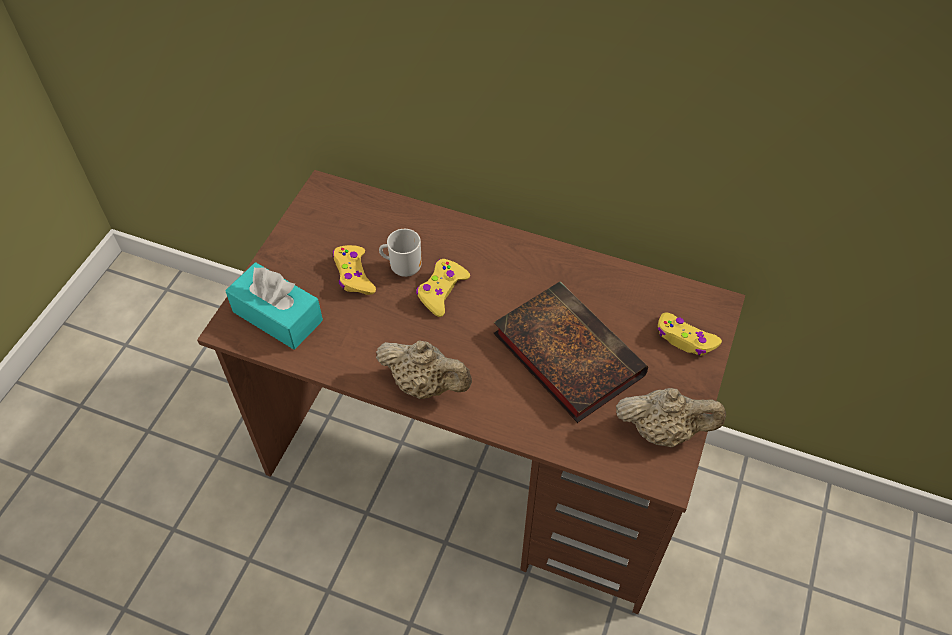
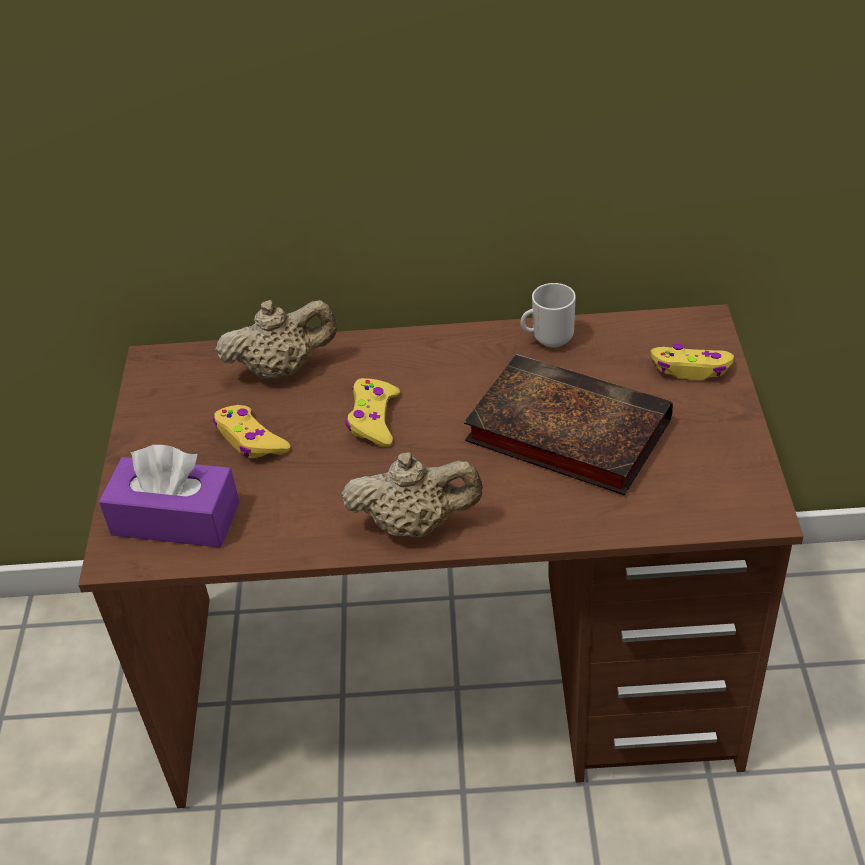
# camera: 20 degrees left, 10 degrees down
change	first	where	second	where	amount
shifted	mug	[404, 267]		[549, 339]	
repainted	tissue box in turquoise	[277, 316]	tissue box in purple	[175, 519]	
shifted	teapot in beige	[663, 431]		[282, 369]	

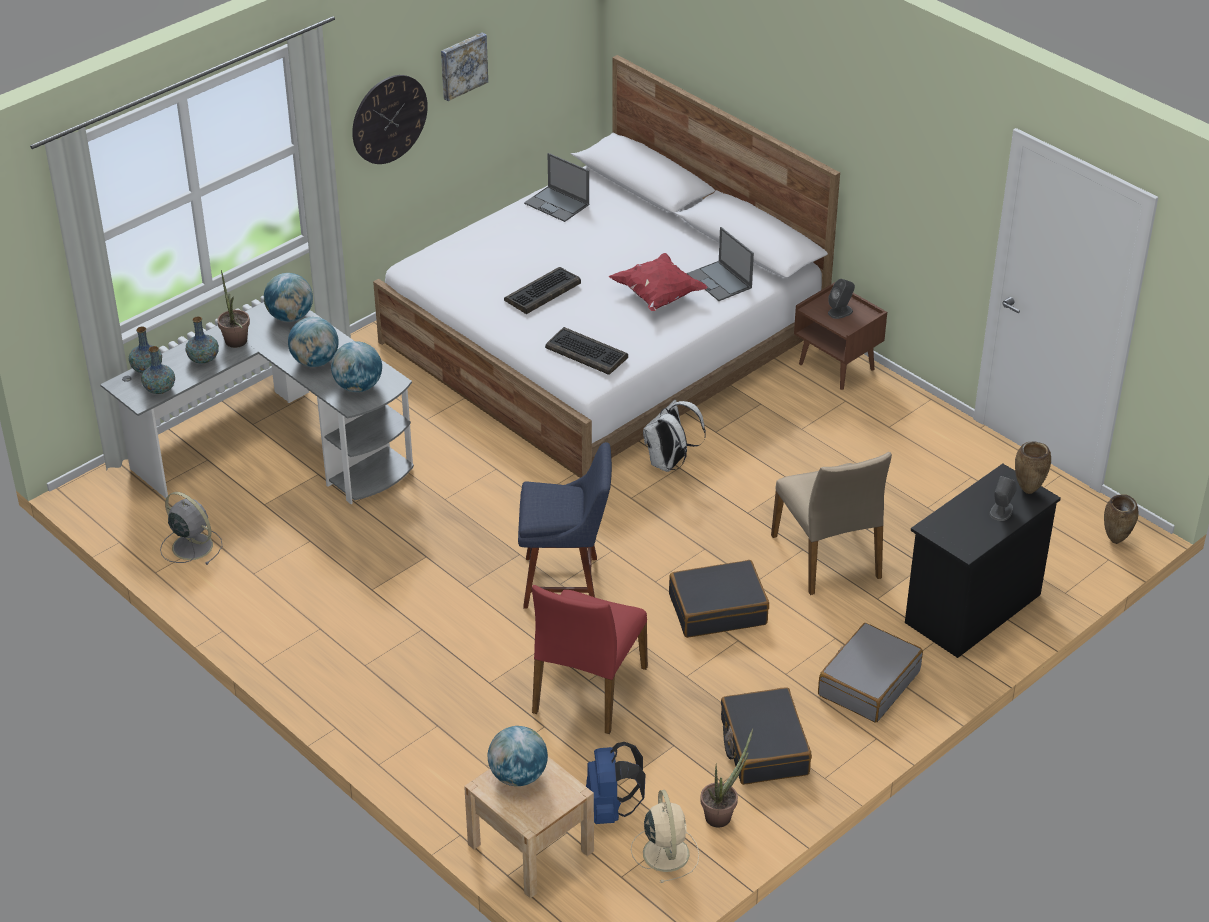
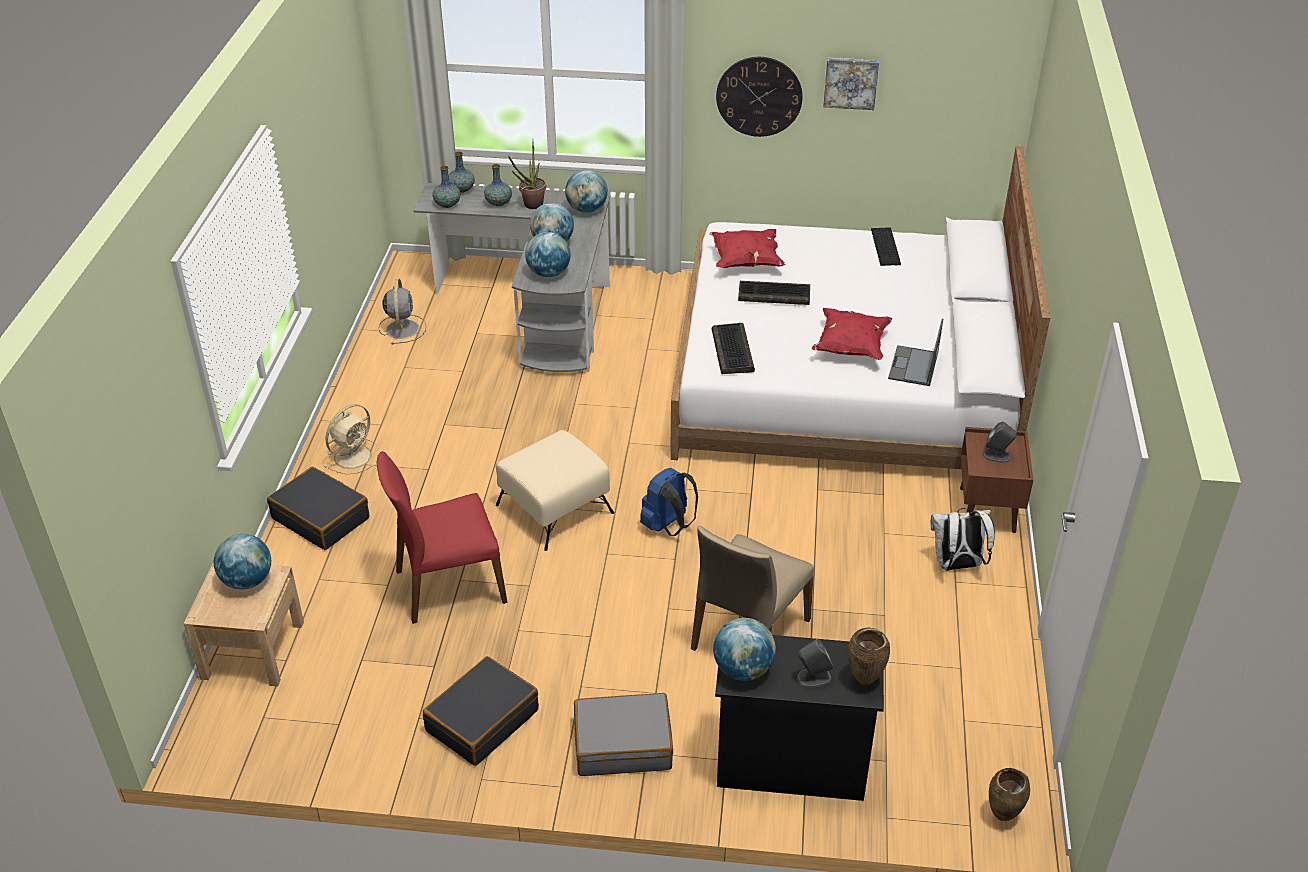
# camera: 50 degrees right, 0 degrees up
change	first	where	second	where	amount
swapped	laptop	[557, 204]	keyboard	[887, 247]	
shifted	backpack in white	[669, 463]		[956, 565]	
swapped	chair in blue	[566, 582]	ottoman in beige	[553, 509]	
shifted	suitcase in black	[717, 609]		[321, 518]	
gone	potted plant	[722, 814]			
shifted	backpack in blue	[611, 810]		[668, 526]	
shifted	fan in beige	[665, 852]		[354, 456]	
new			pillow in red	[746, 261]	
new			globe	[743, 669]	

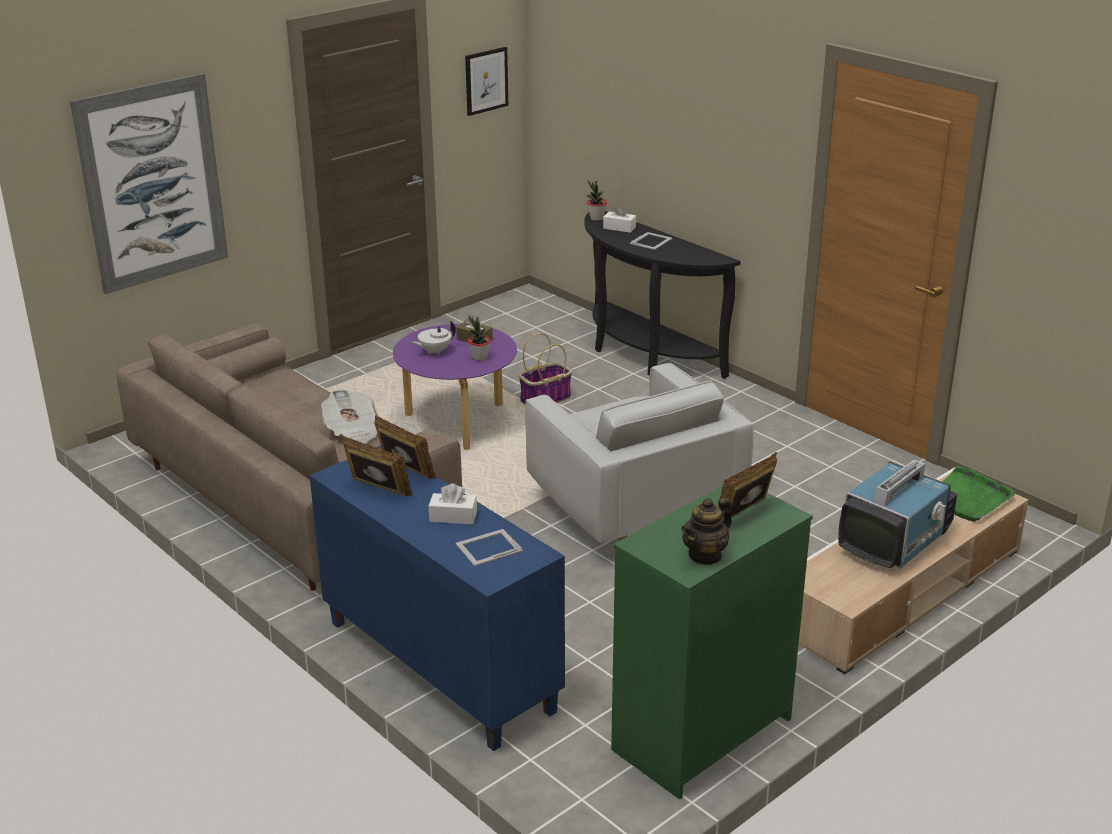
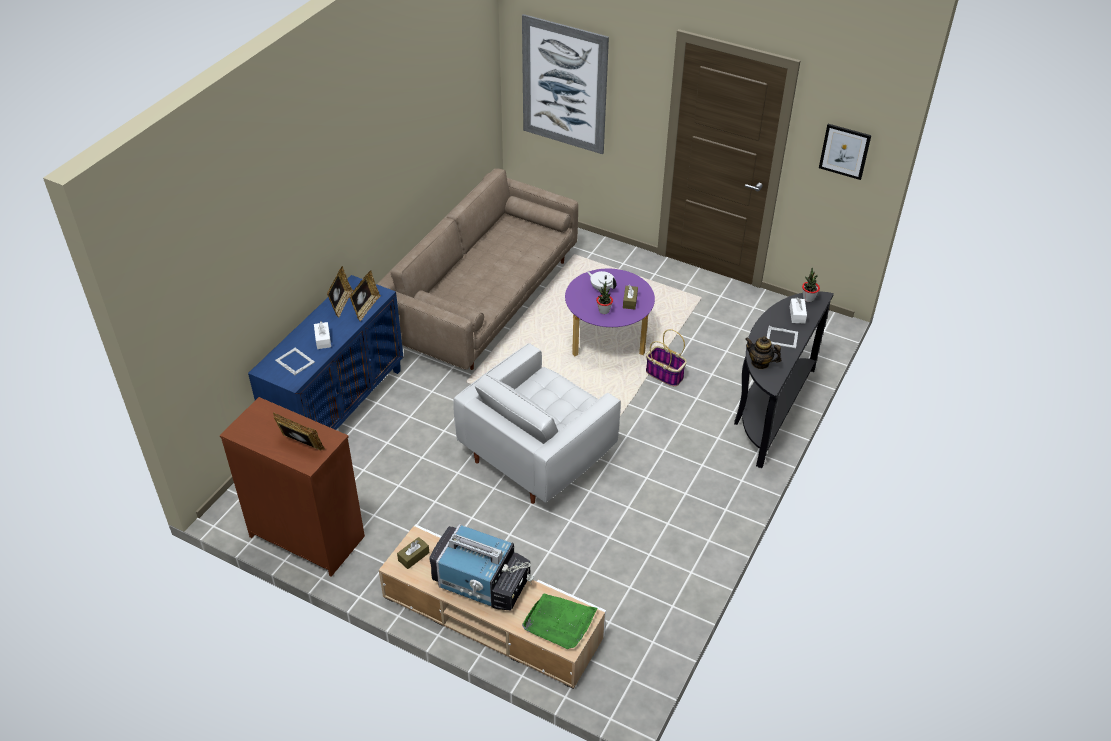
# camera: 70 degrees right, 15 degrees up
change	first	where	second	where	amount
gone	newspaper	[353, 432]			
repainted	dresser in green	[701, 733]	dresser in brown	[307, 536]	
shifted	teapot	[705, 555]		[760, 363]	
new			tissue box in brown	[413, 556]	

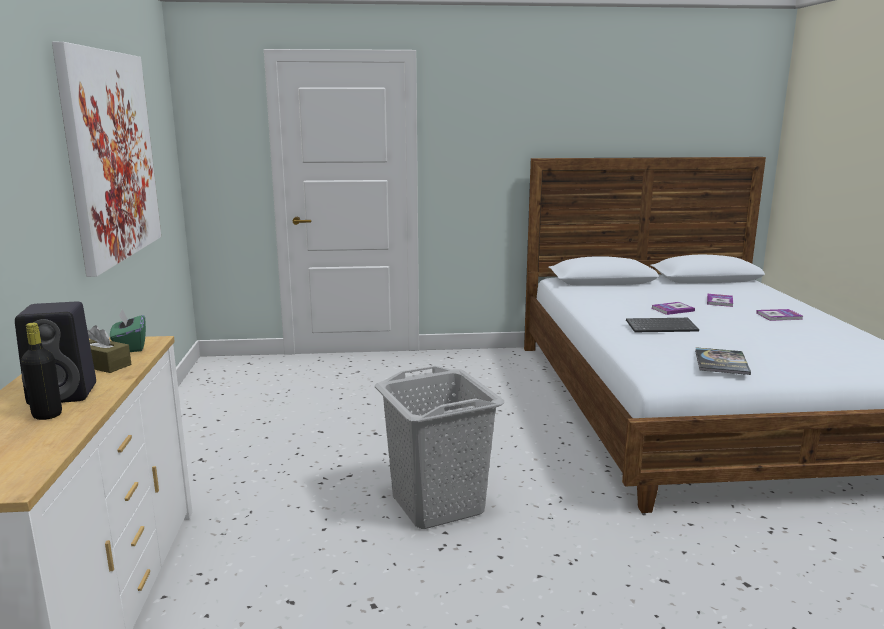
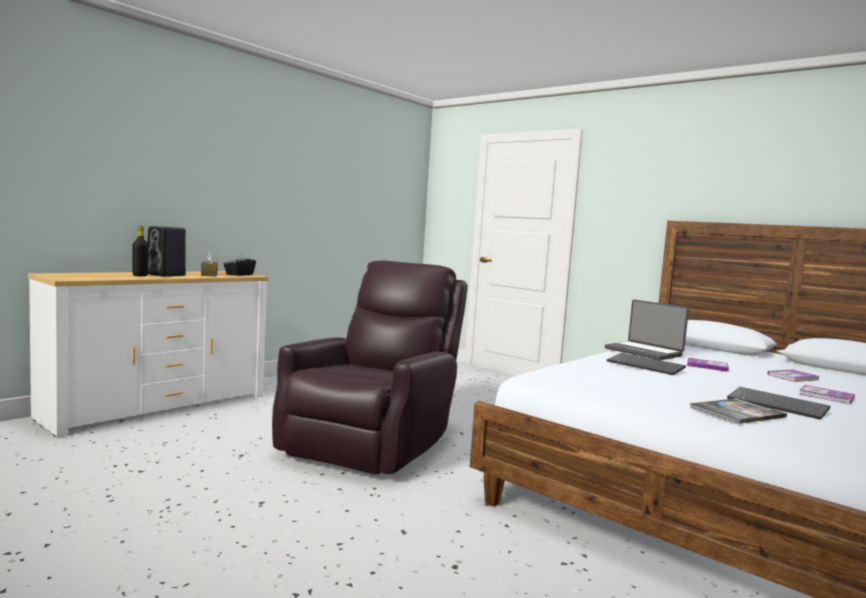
# camera: 45 degrees right, 10 degrees down
change	first	where	second	where	amount
gone	picture	[111, 156]			
repainted	tissue box in green	[130, 347]	tissue box in black	[239, 274]	
shifted	book	[721, 362]		[737, 412]	
swapped	laundry basket in grey	[438, 504]	armchair in brown	[373, 441]	
new			laptop	[644, 352]	
new			keyboard	[778, 405]	

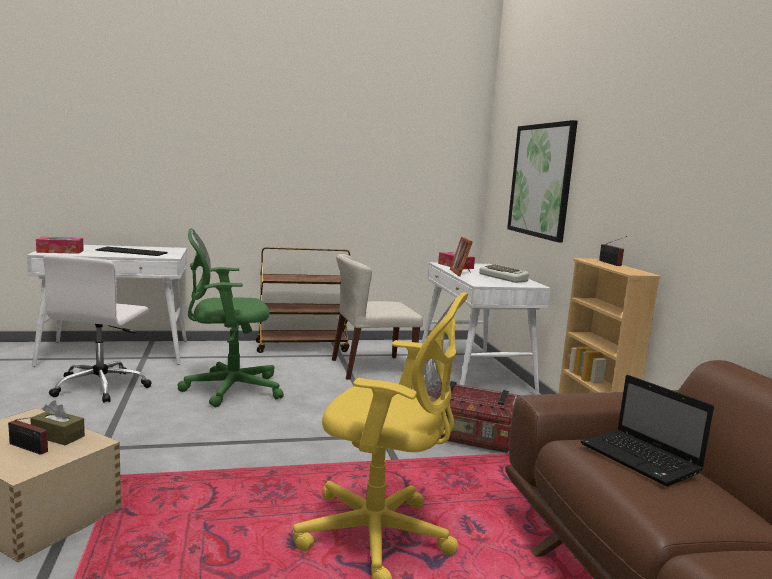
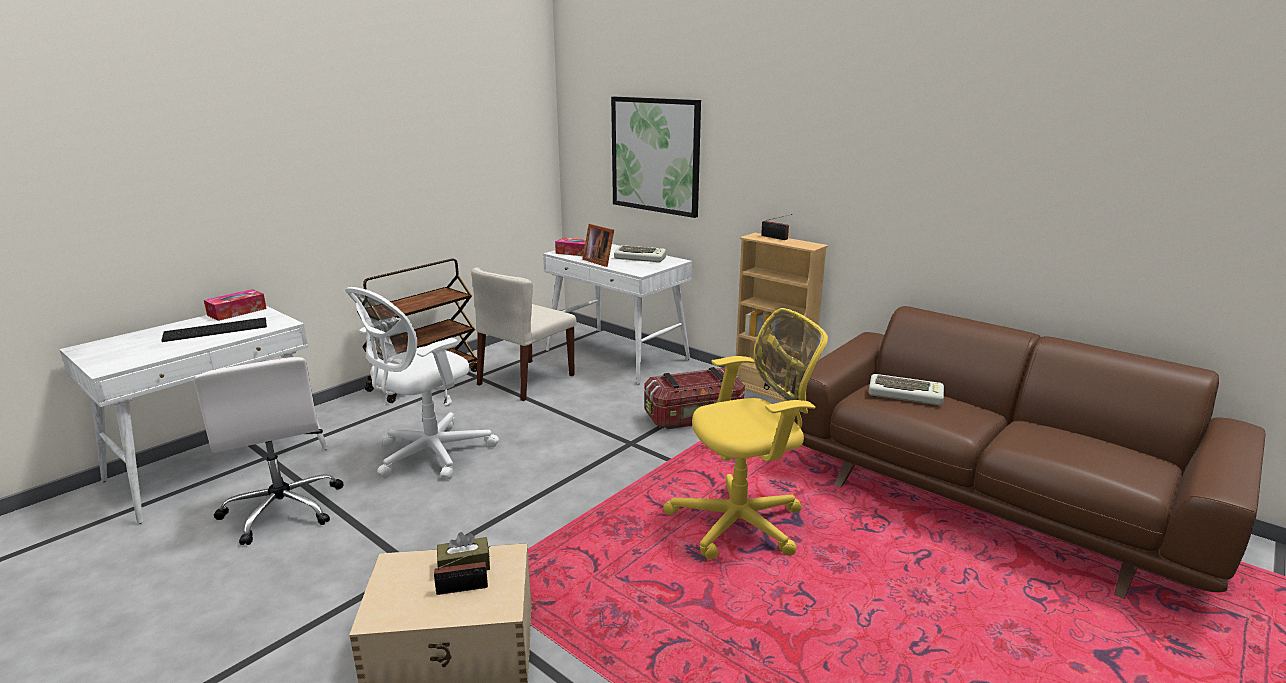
# camera: 35 degrees left, 10 degrees up
change	first	where	second	where	amount
repainted	office chair in green	[228, 389]	office chair in white	[428, 455]	
shifted	tissue box	[60, 251]		[237, 312]	
swapped	laptop	[642, 459]	keyboard	[906, 395]	

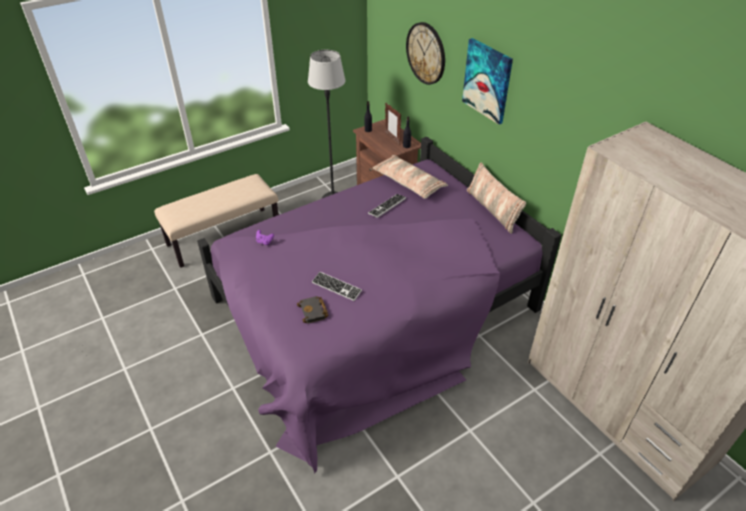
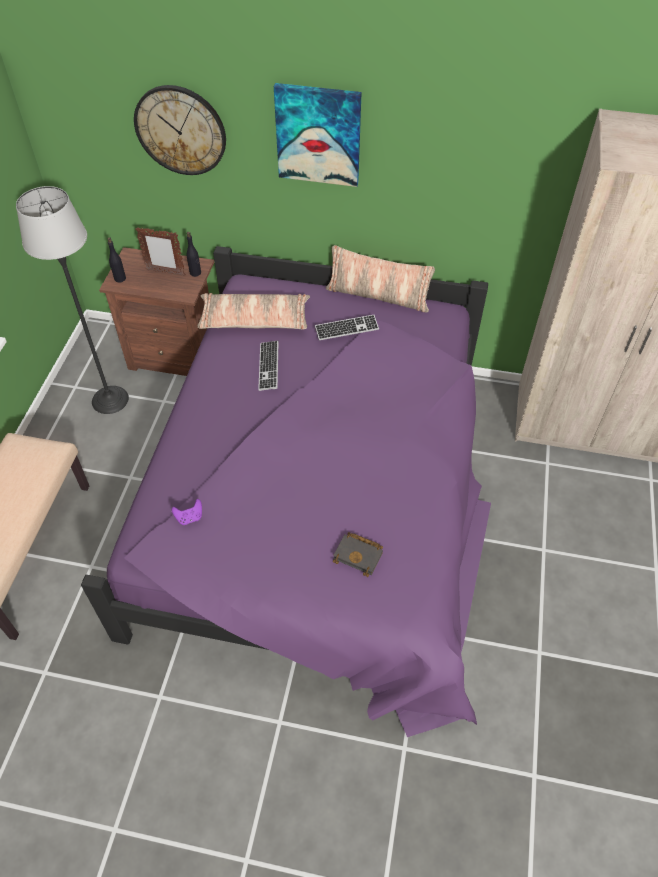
# camera: 45 degrees left, 10 degrees up
change	first	where	second	where	amount
shifted	keyboard	[336, 287]		[346, 329]	

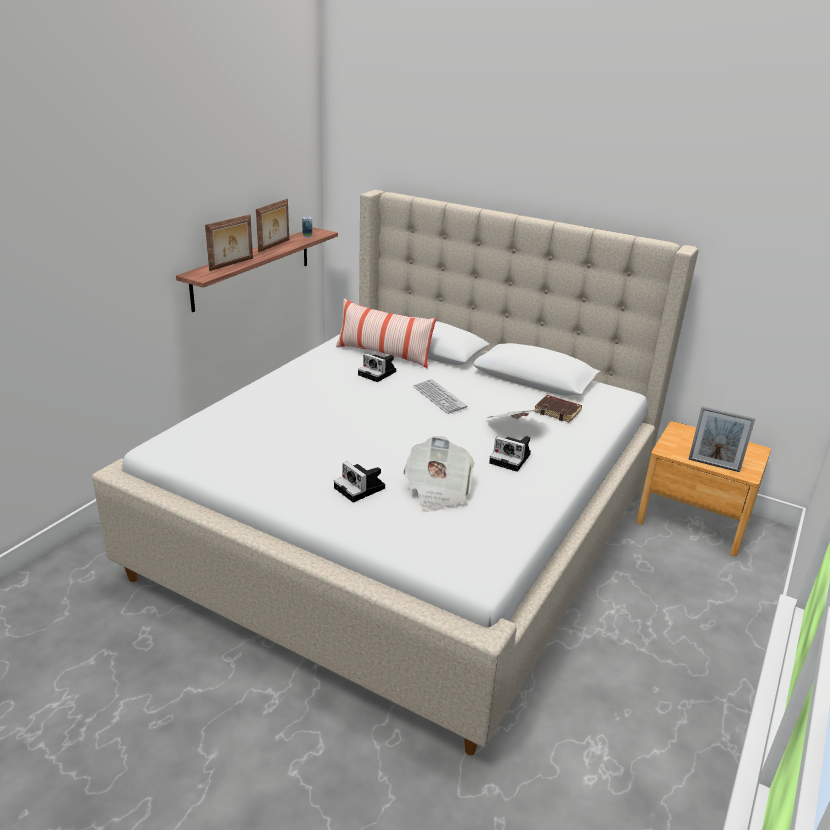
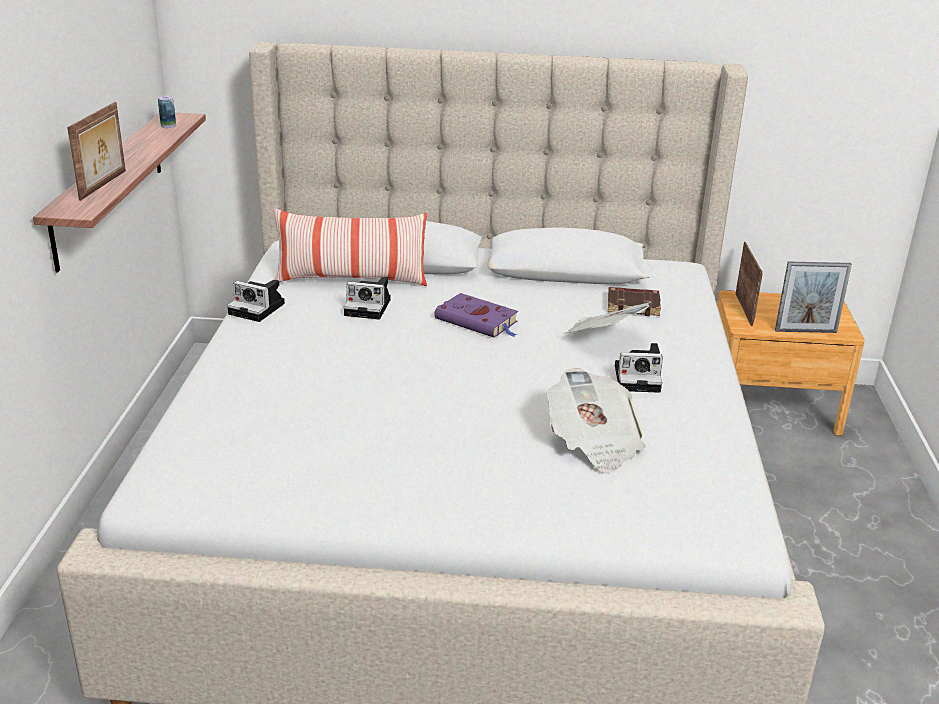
# camera: 25 degrees left, 0 degrees up
change	first	where	second	where	amount
shifted	picture frame	[274, 246]		[745, 309]	
swapped	keyboard	[439, 397]	book in purple	[478, 321]	
shifted	photo camera	[361, 488]		[259, 309]	

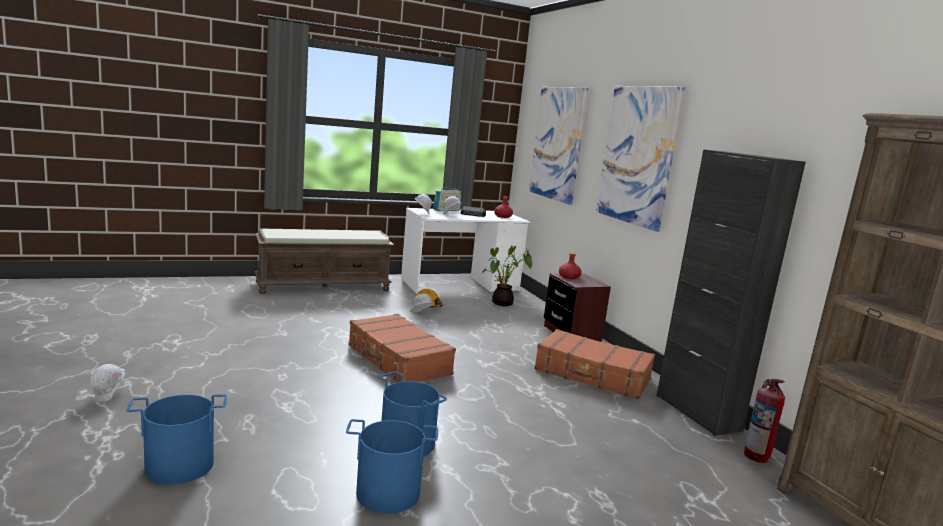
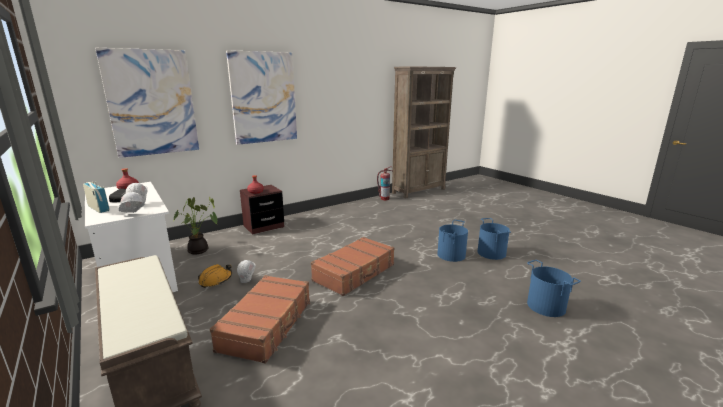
# camera: 100 degrees left, 5 degrees up
change	first	where	second	where	amount
gone	cabinet in black	[697, 412]			
shifted	suitcase in brown	[592, 375]		[267, 325]	
gone	hard hat in white	[109, 397]			

